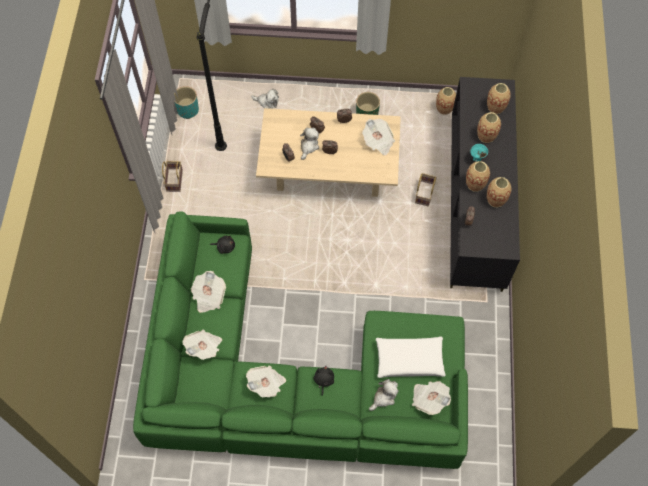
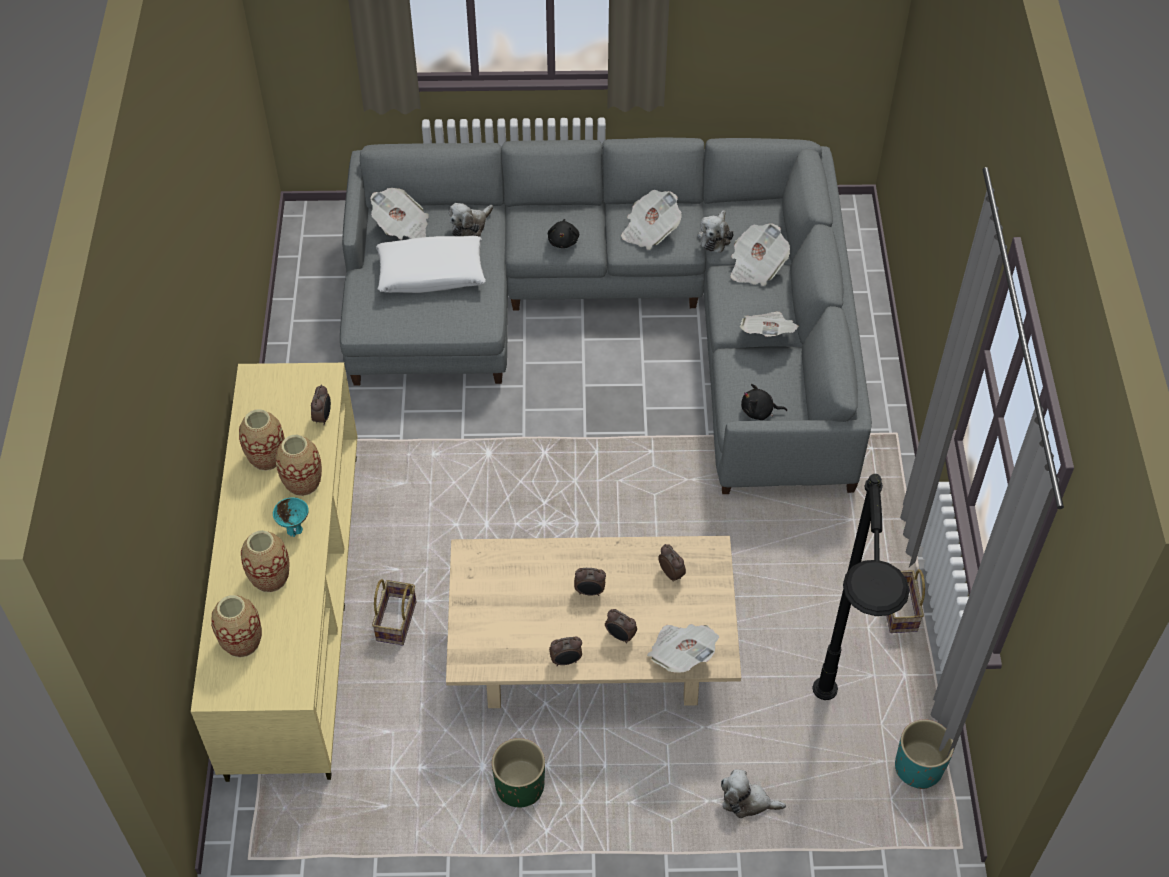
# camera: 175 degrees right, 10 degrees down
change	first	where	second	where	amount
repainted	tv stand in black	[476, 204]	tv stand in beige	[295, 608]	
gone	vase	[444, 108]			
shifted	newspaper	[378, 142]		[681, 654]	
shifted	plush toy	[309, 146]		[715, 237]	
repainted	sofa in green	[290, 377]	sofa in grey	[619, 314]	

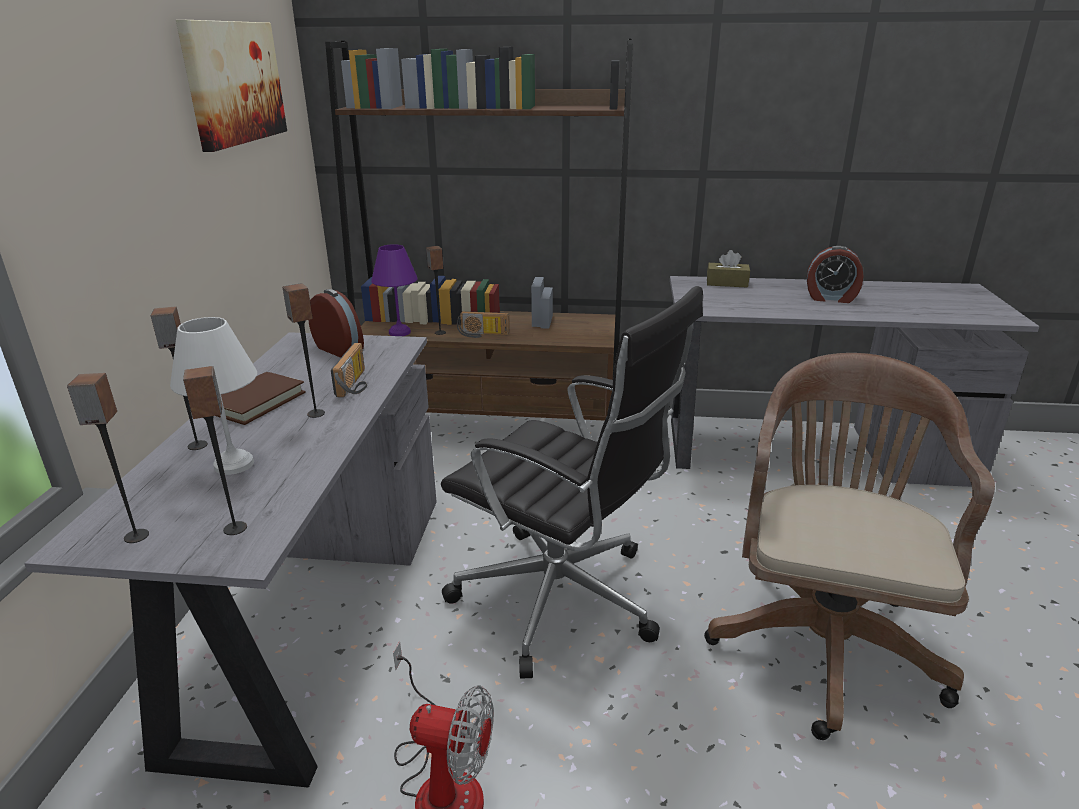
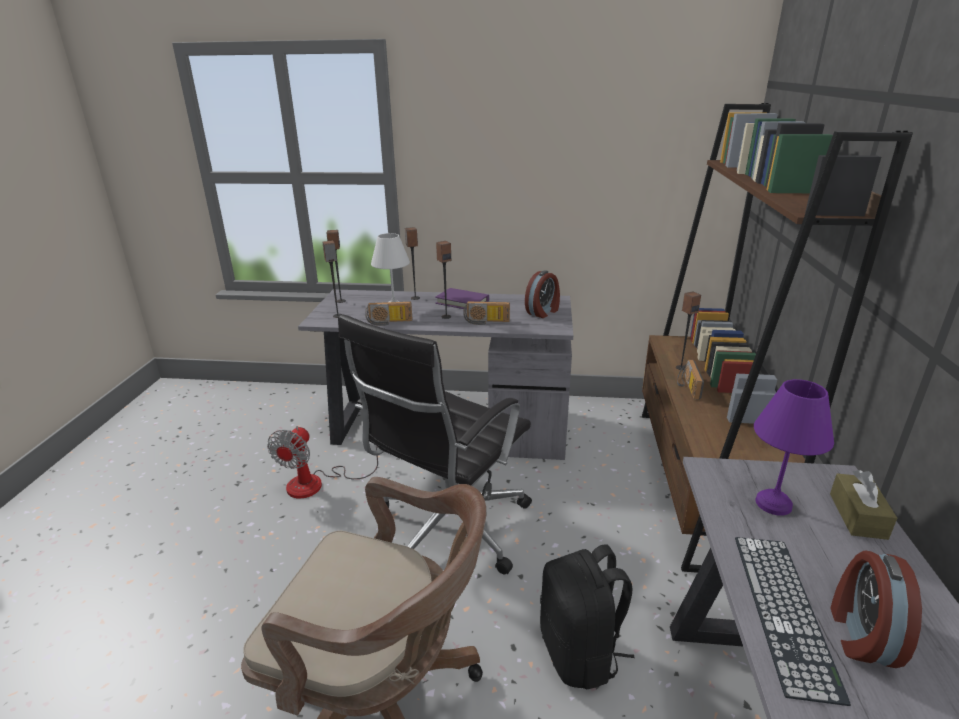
# camera: 90 degrees right, 0 degrees up
change	first	where	second	where	amount
gone	picture	[233, 83]			
shifted	table lamp in purple	[399, 332]		[774, 503]	
repainted	book in brown	[256, 402]	book in purple	[462, 302]	
new			radio	[389, 322]	
new			keyboard	[784, 610]	
new			backpack in black	[580, 653]	

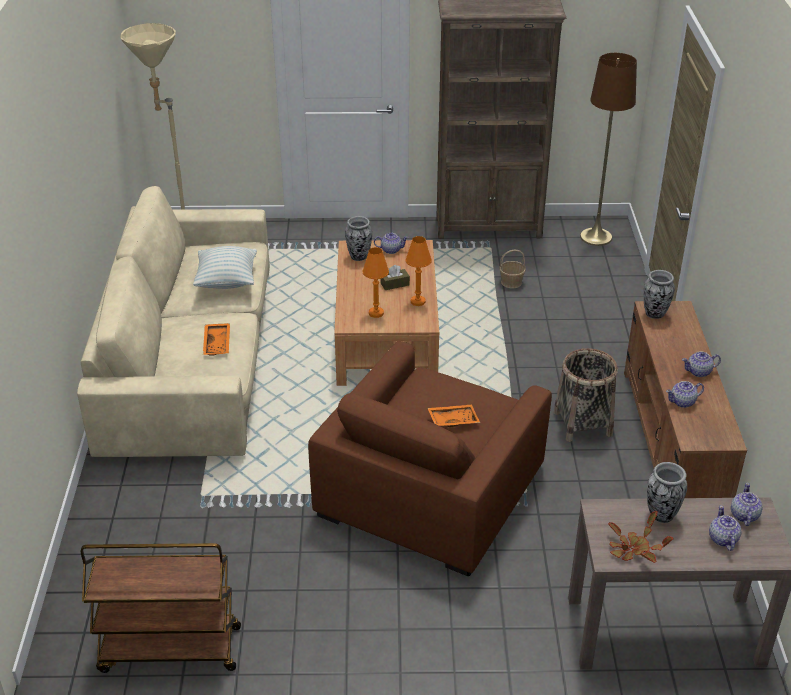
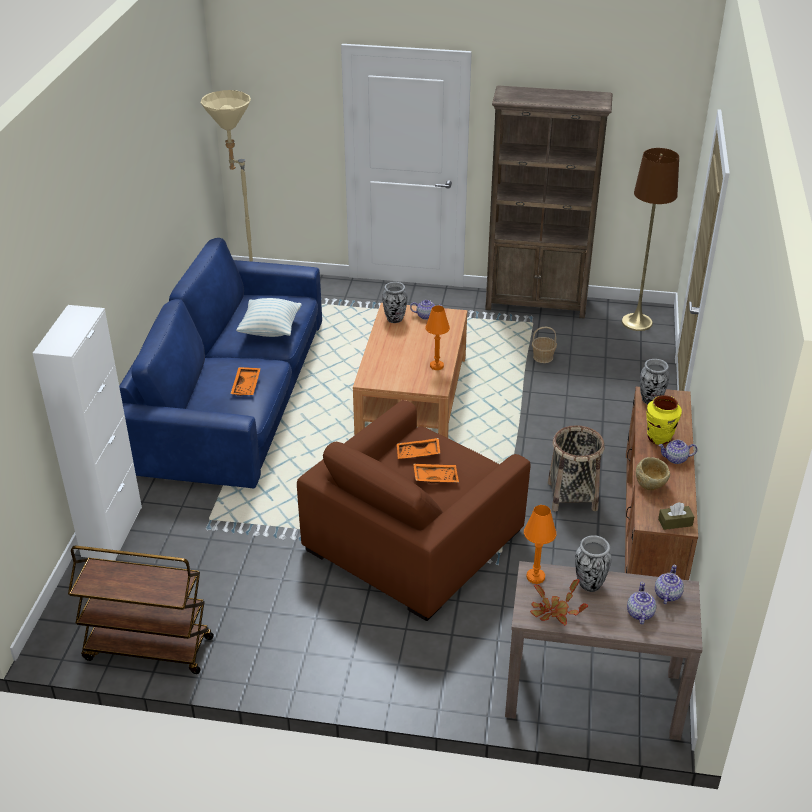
# camera: 10 degrees right, 0 degrees up
change	first	where	second	where	amount
repainted	sofa in beige	[192, 356]	sofa in blue	[233, 395]	
shifted	table lamp in orange	[376, 313]		[535, 577]	
shifted	tissue box in brown	[395, 284]		[675, 522]	
swapped	teapot	[683, 402]	bowl in beige	[651, 485]	
new			cabinet in white	[112, 531]	
new			vase in yellow	[659, 438]	
new			tray in orange	[418, 454]	

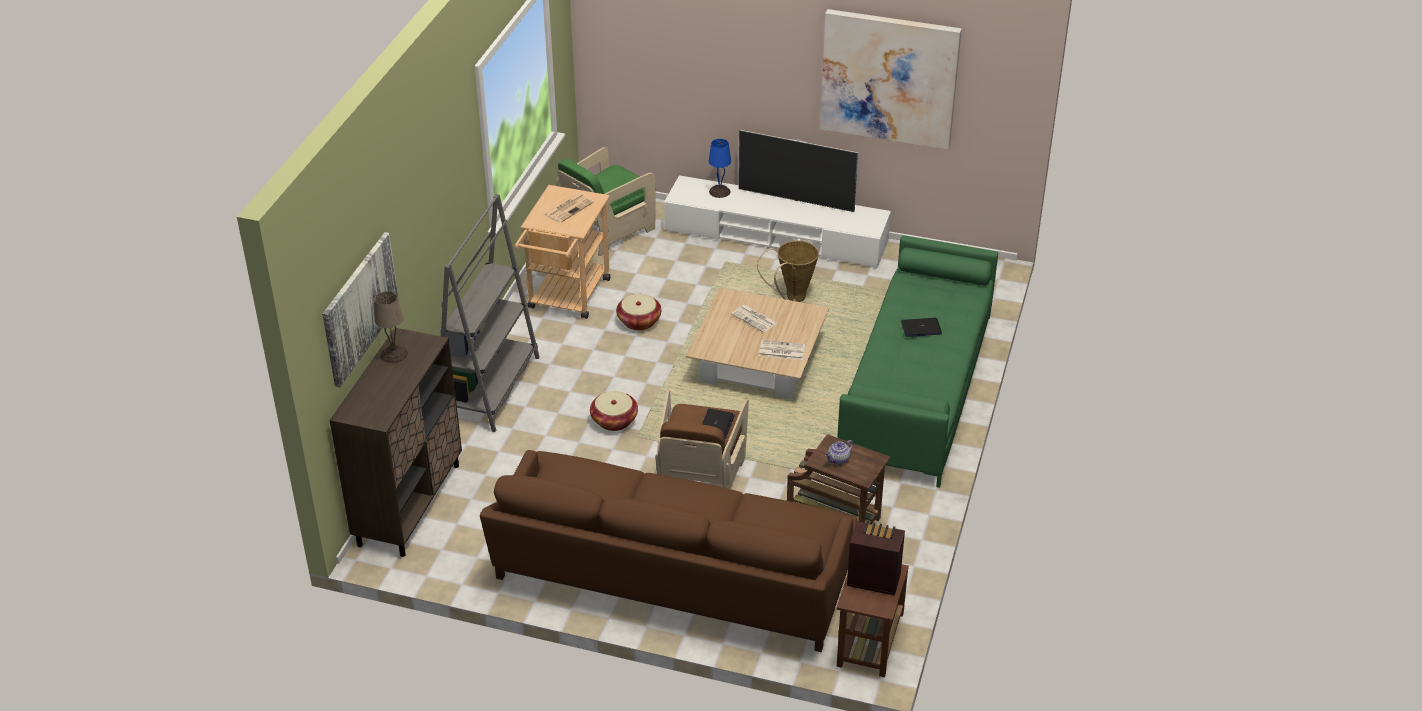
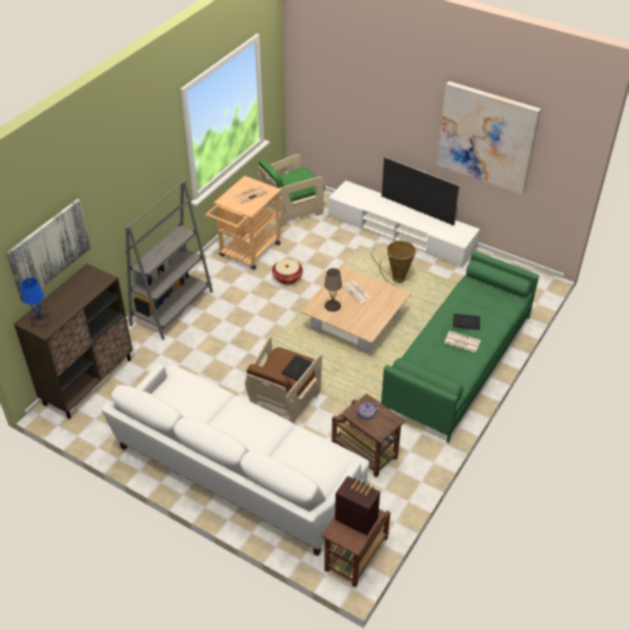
# camera: 15 degrees right, 5 degrees up
change	first	where	second	where	amount
shifted	table lamp in blue	[719, 191]		[40, 321]	
shifted	table lamp in beige	[393, 354]		[332, 305]	
shifted	newspaper	[781, 351]		[461, 342]	
gone	basket	[614, 420]			
repainted	sofa in brown	[672, 574]	sofa in white	[238, 471]	

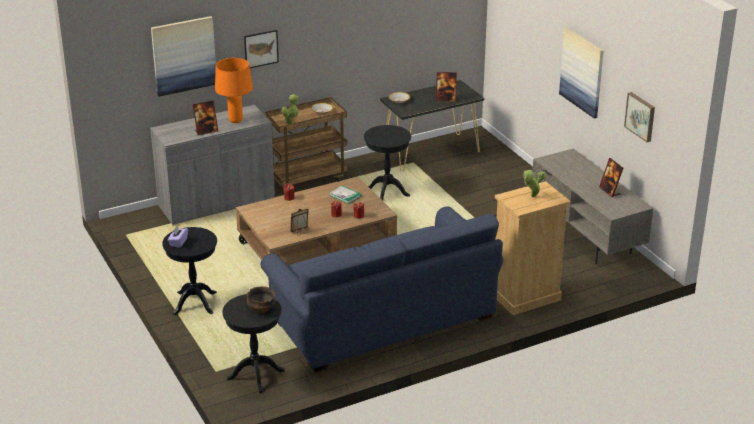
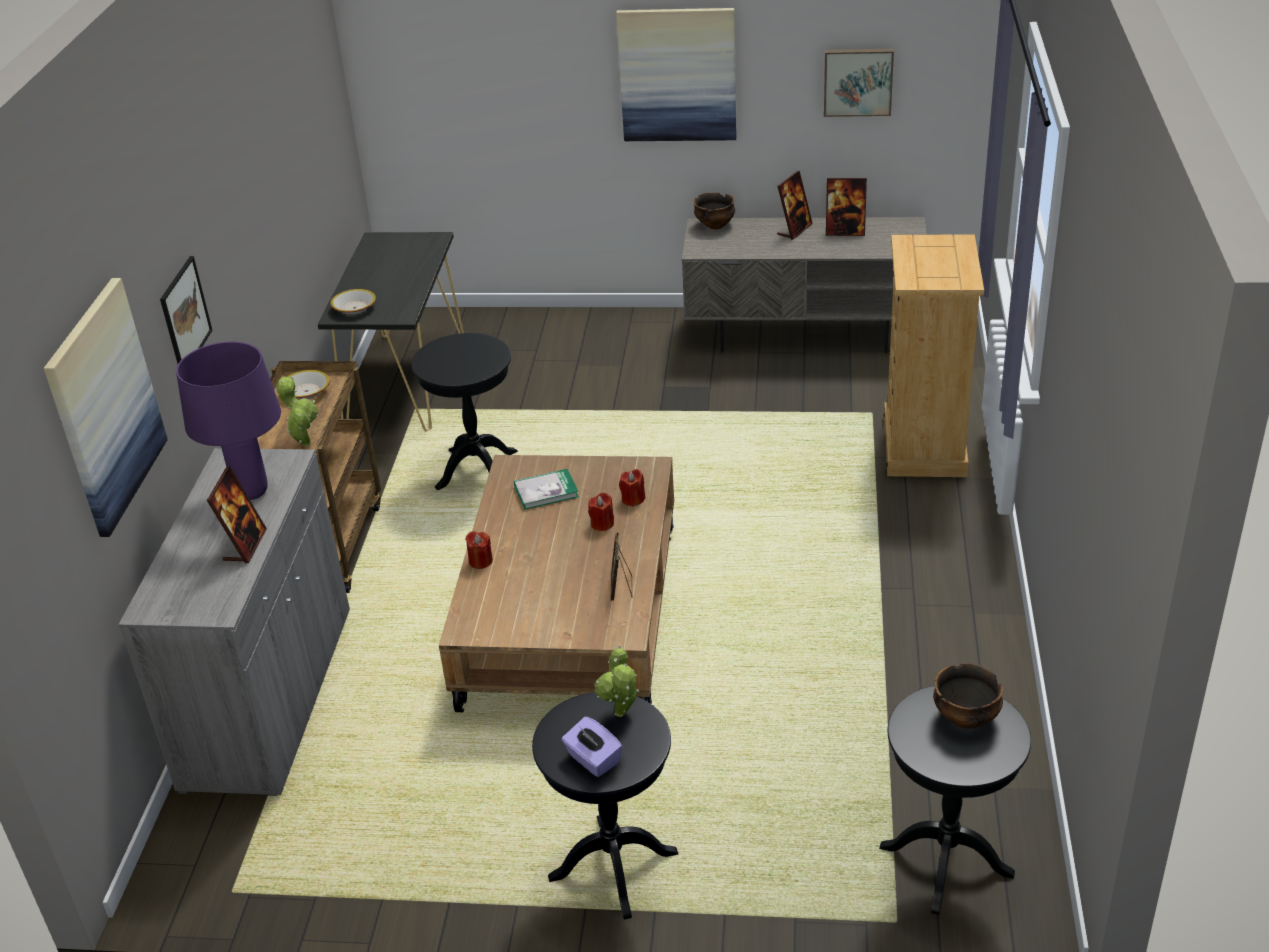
# camera: 55 degrees left, 5 degrees up
change	first	where	second	where	amount
repainted	table lamp in orange	[236, 121]	table lamp in purple	[252, 492]	
shifted	picture frame	[446, 99]		[794, 230]	
shifted	potted plant	[532, 197]		[621, 716]	
gone	sofa in blue	[382, 318]			
new			bowl	[715, 225]	

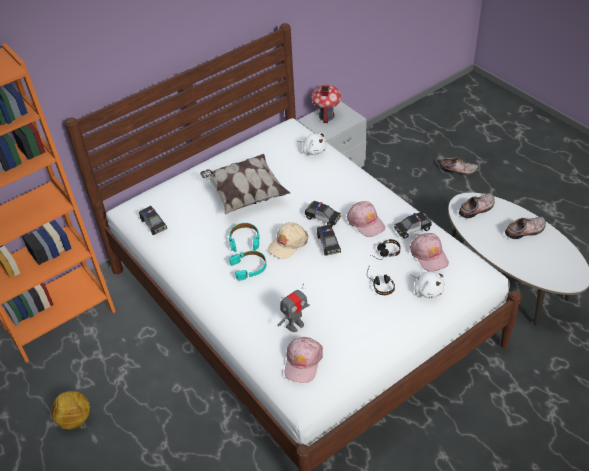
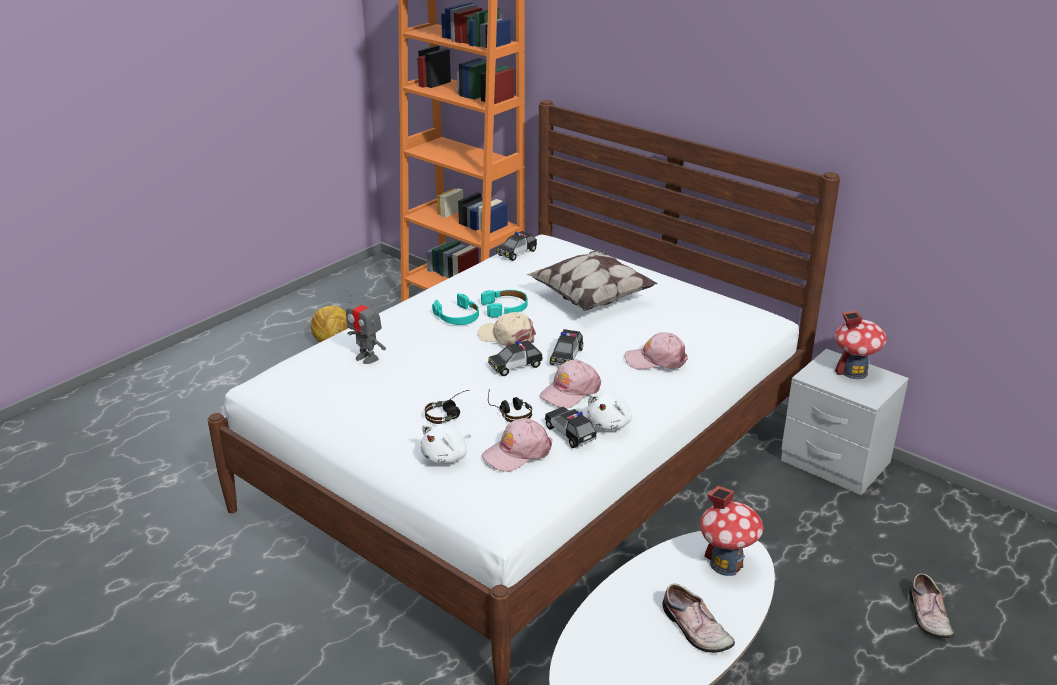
# camera: 75 degrees right, 15 degrees down
change	first	where	second	where	amount
shifted	plush toy in white	[313, 150]		[609, 424]	
swapped	shoe	[477, 209]	toy house	[726, 564]	
shifted	cap in pink	[302, 362]		[656, 359]	

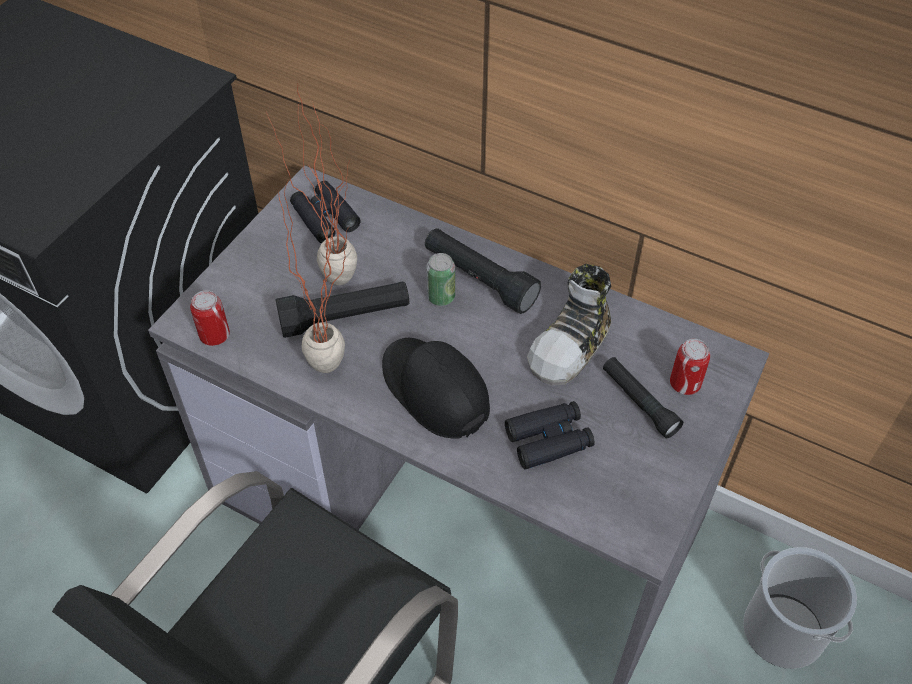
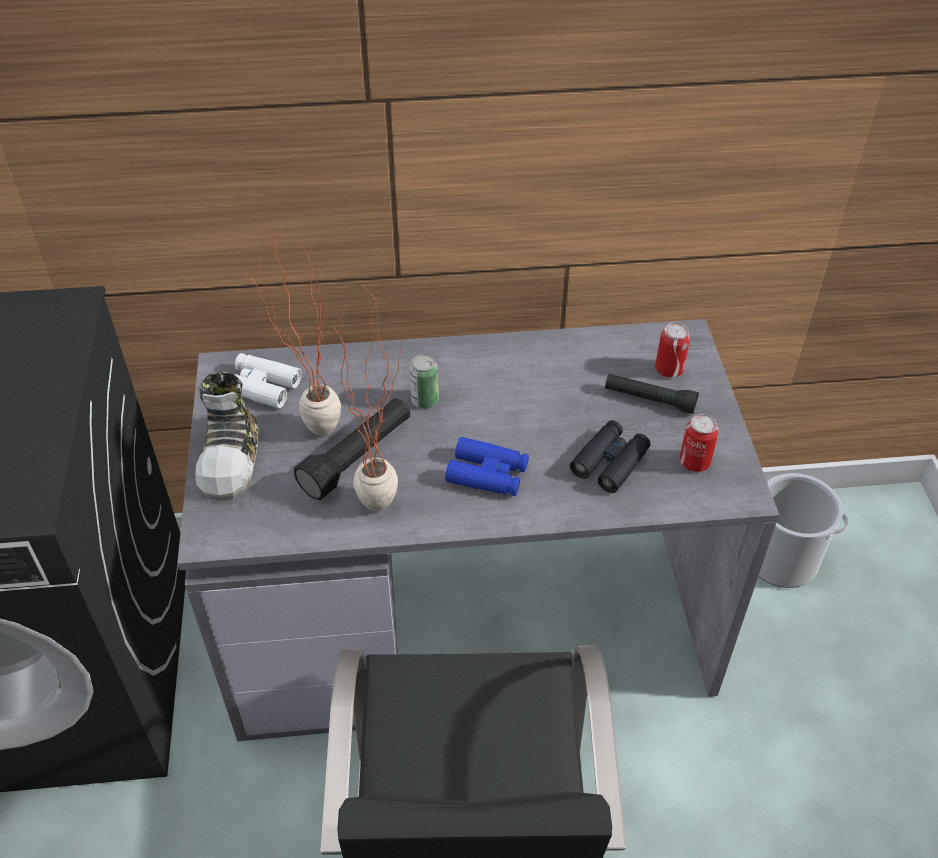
# camera: 35 degrees left, 5 degrees down
change	first	where	second	where	amount
repainted	binoculars in black	[325, 217]	binoculars in white	[261, 387]	
gone	flashlight in black	[479, 279]			
shifted	shoe	[572, 346]		[232, 457]	
shifted	can	[214, 335]		[694, 462]	
swapped	cap in black	[434, 390]	binoculars in blue	[487, 474]	

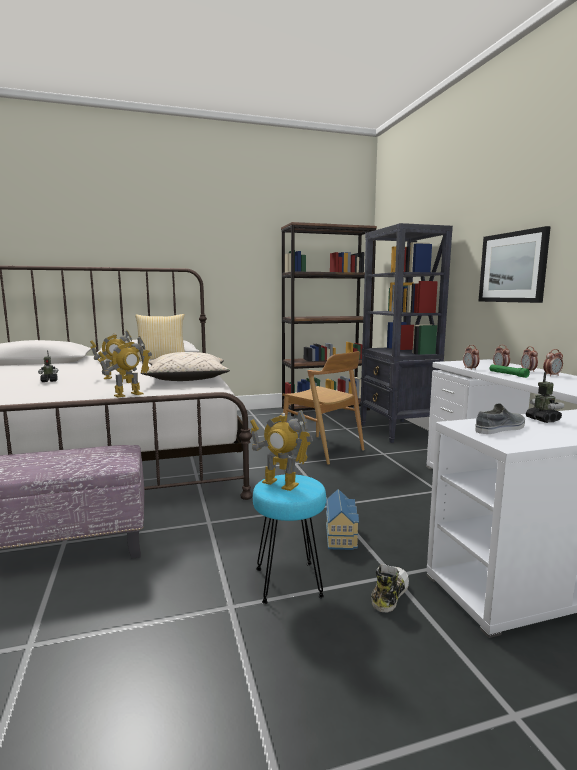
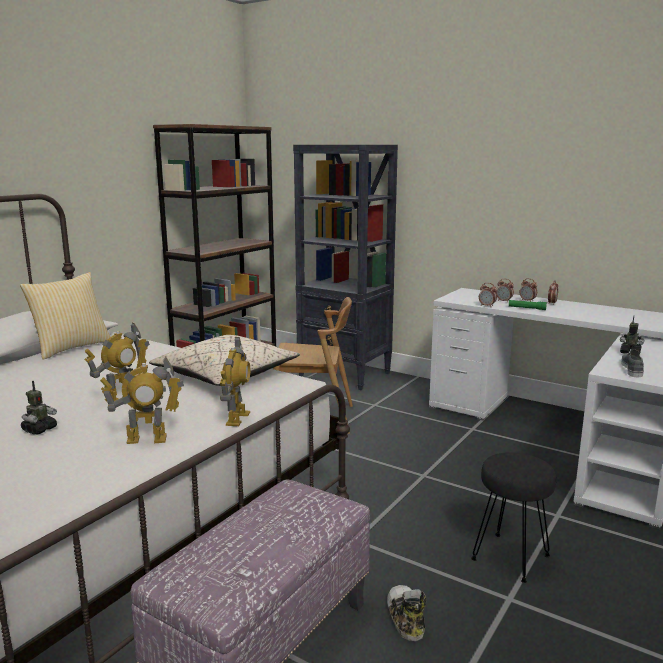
# camera: 40 degrees left, 5 degrees up
change	first	where	second	where	amount
gone	picture	[512, 267]			
shifted	toy robot	[280, 484]		[147, 439]	
repainted	stool in turquoise	[289, 582]	stool in black	[511, 557]	
gone	toy house	[342, 535]			
shifted	shoe	[388, 595]		[405, 618]	

